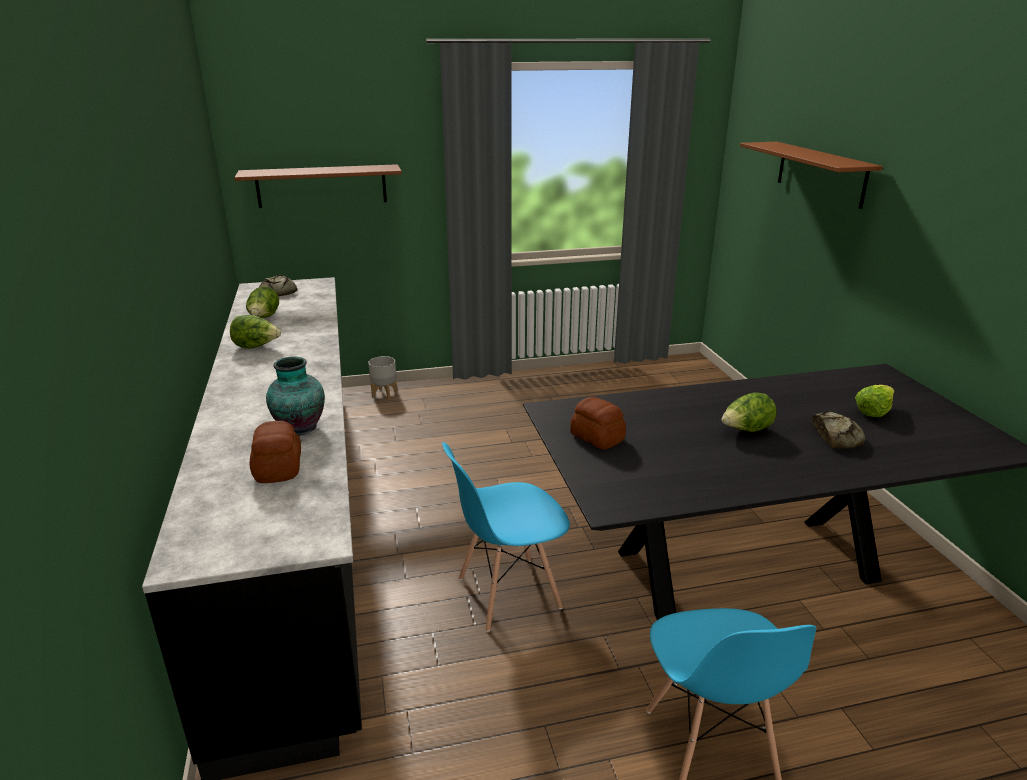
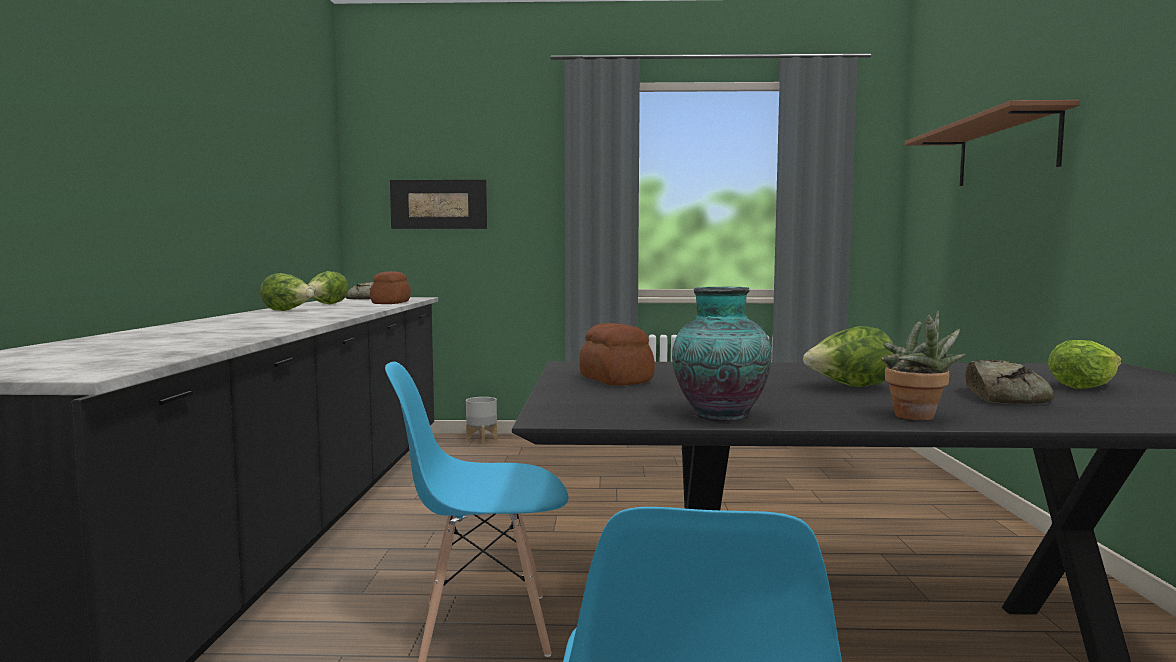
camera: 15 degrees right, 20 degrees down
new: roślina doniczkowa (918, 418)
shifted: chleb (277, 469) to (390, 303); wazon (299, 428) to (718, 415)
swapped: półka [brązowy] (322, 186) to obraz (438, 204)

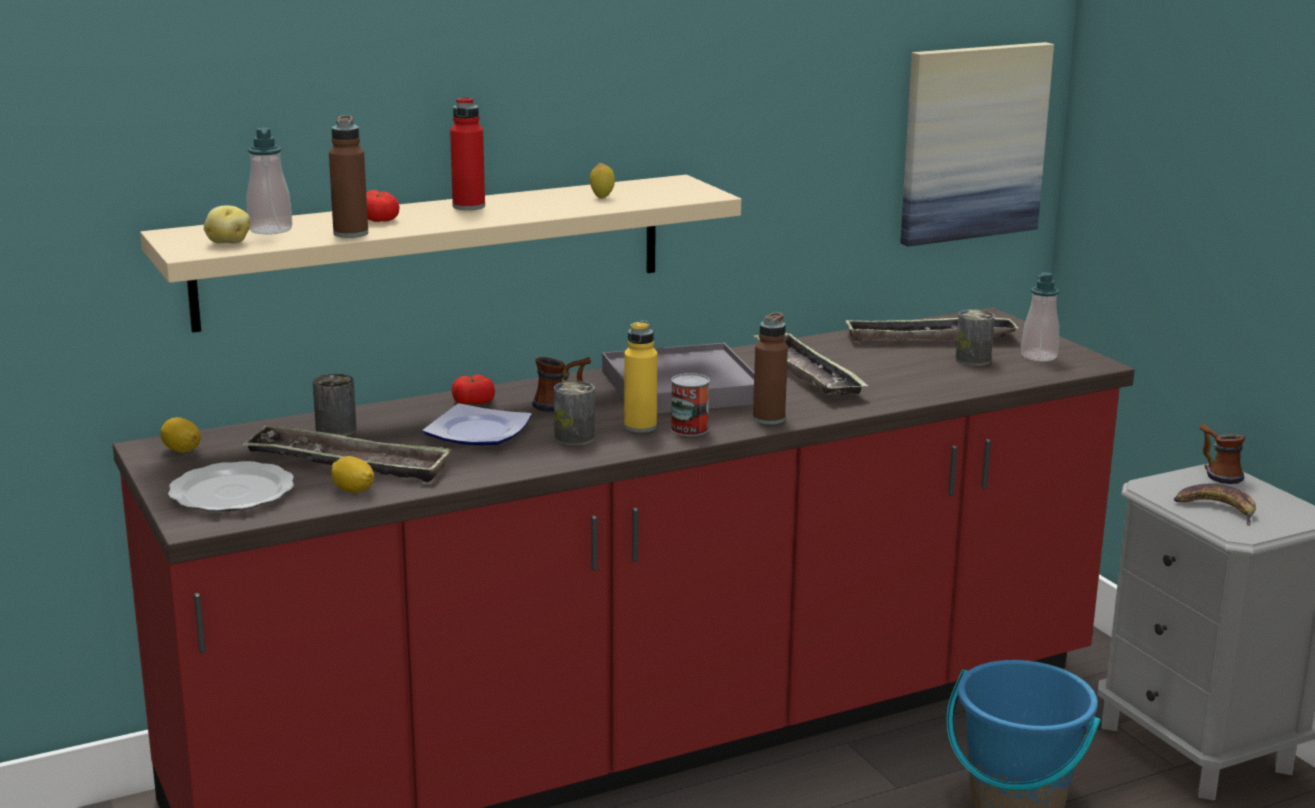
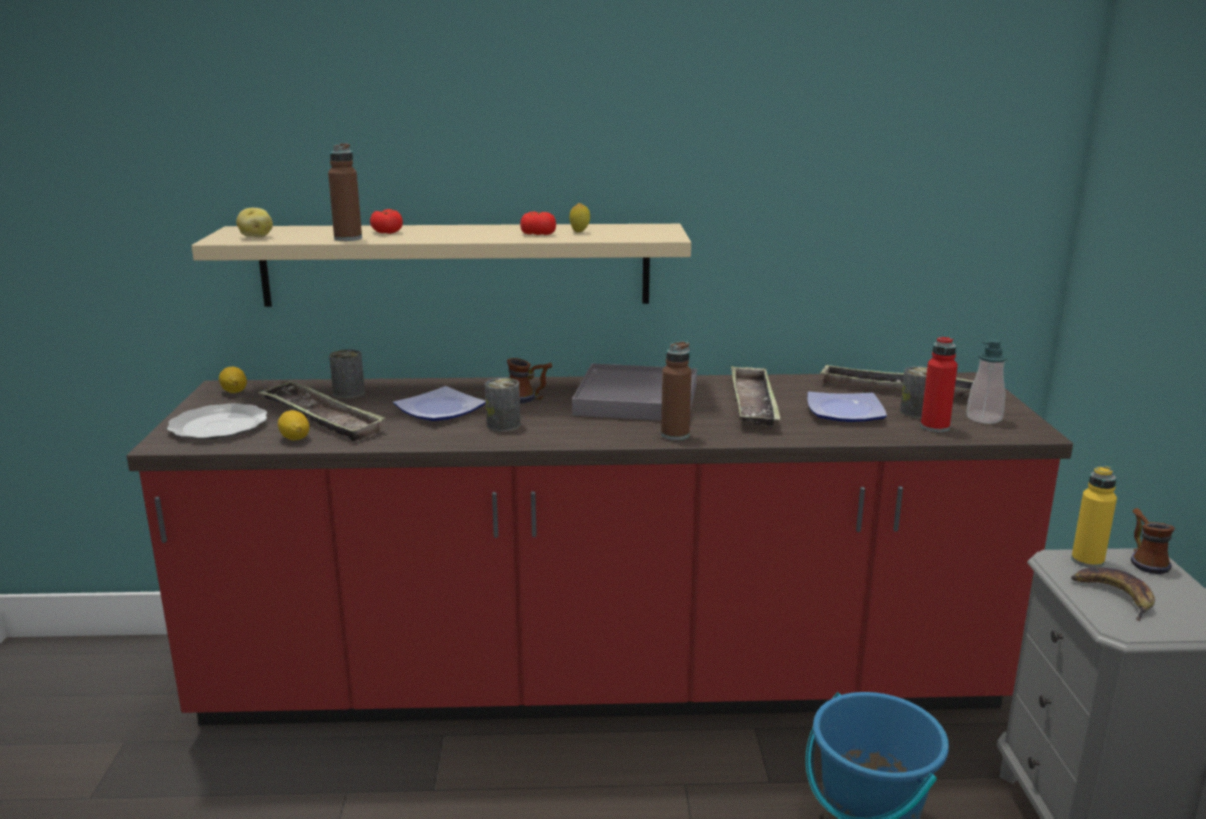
camera: 25 degrees right, 0 degrees up
gone: dozownik mydła (270, 230); puszka (689, 429); obraz (972, 142)
new: talerz (843, 411)
shifted: butelka [czerwony] (468, 206) to (934, 427); pomidor (473, 402) to (538, 234); butelka [żółty] (640, 427) to (1087, 561)

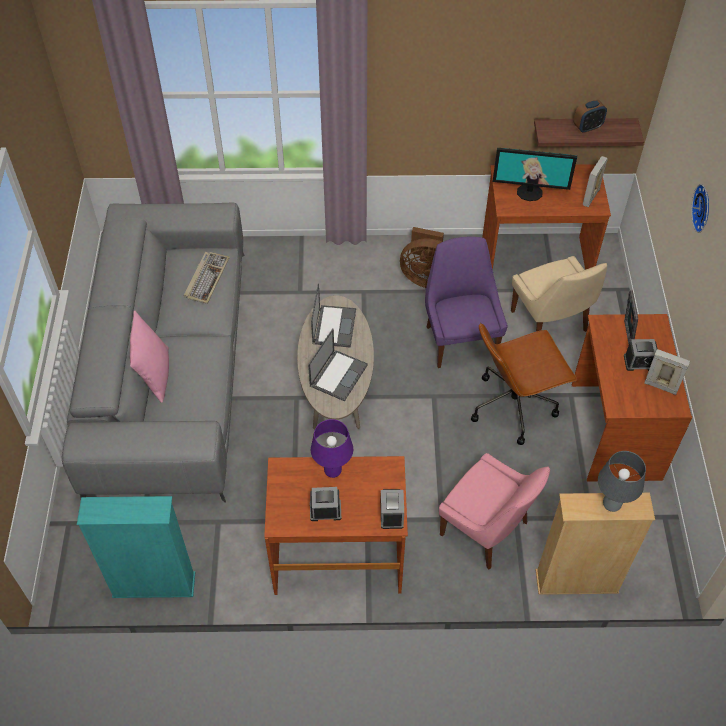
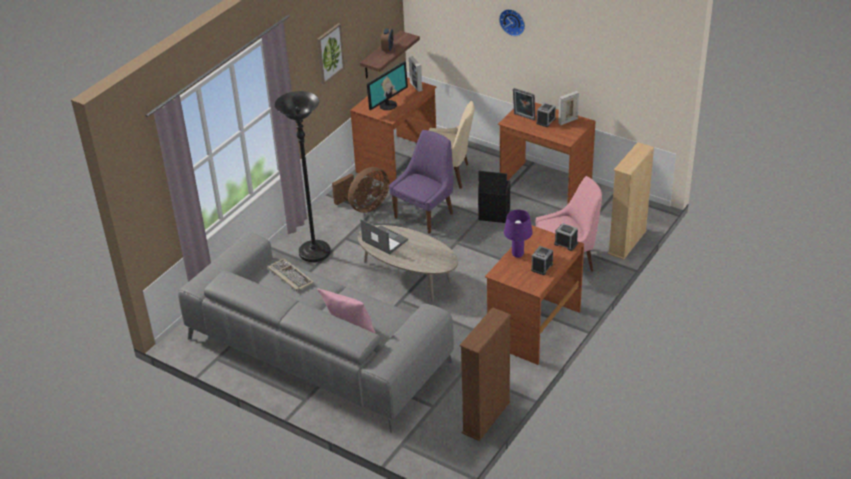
camera: 55 degrees left, 15 degrees down
gone: laptop (338, 374); lampa stołowa [szary] (611, 504)
new: lampa stojąca [czarny] (314, 253); obraz (329, 53)
swapped: krzesło biurowe [brązowy] (514, 405) to pojemnik do przechowywania [czarny] (493, 214)
repainted: regał [turkusowy] (154, 585) to regał [brązowy] (486, 417)
rotated: krzesło [fioletowy] (460, 340) = (425, 214) 105 degrees clockwise

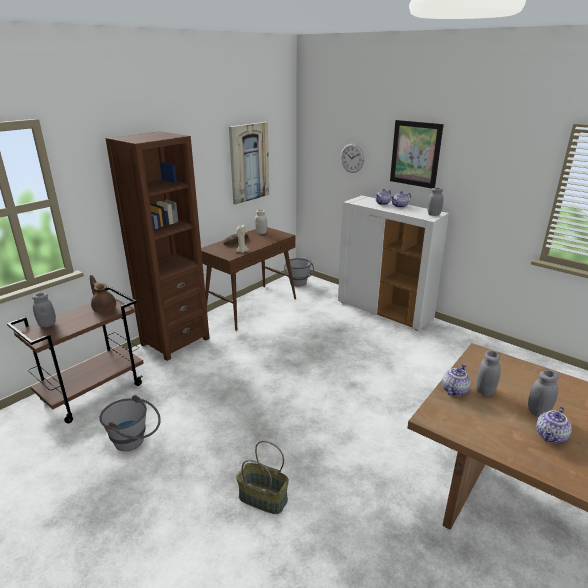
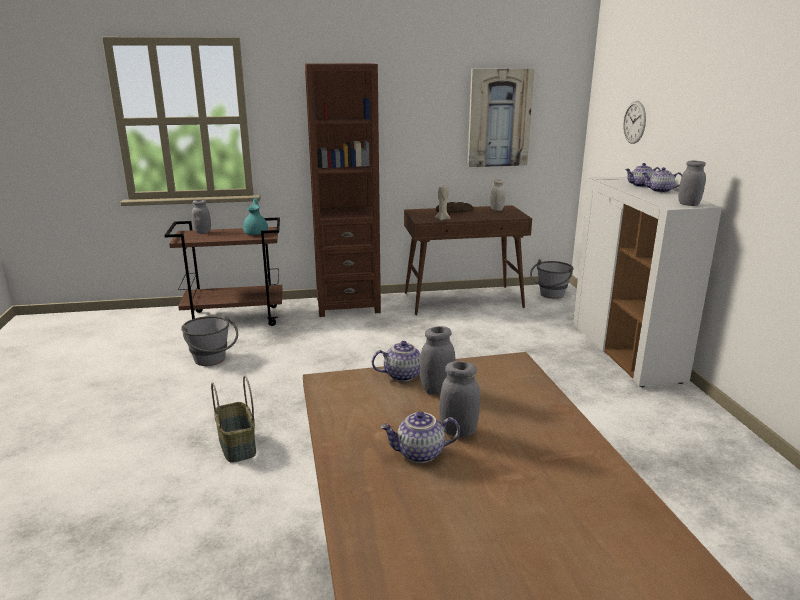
camera: 40 degrees right, 5 degrees down
gone: obraz (415, 154)
repainted: imbryk [brązowy] (104, 308) to imbryk [turkusowy] (256, 233)

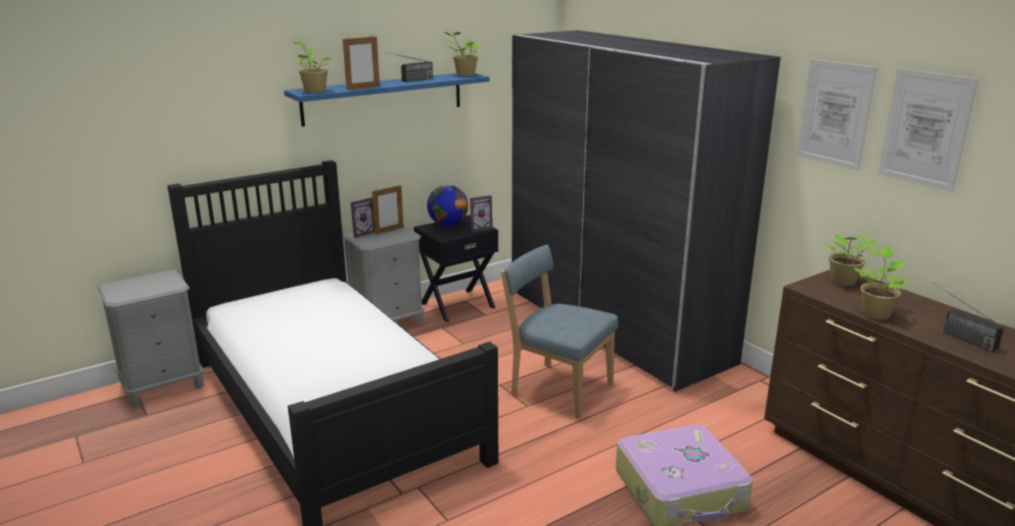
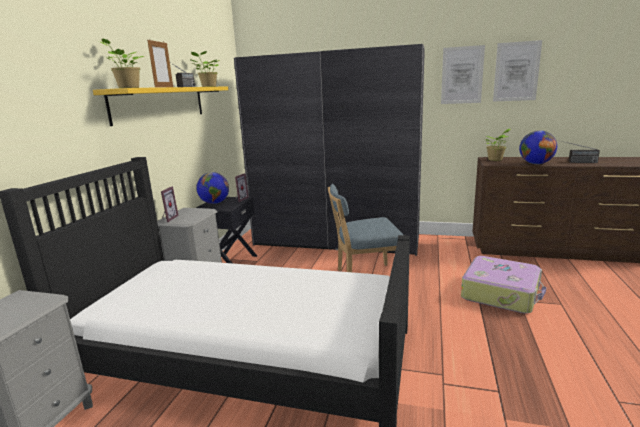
camera: 40 degrees left, 5 degrees down
gone: ramka na zdjęcie (389, 230)
swapped: roślina doniczkowa (875, 313) to globus (536, 163)
repainted: półka [niebieski] (383, 98) to półka [żółty] (160, 104)

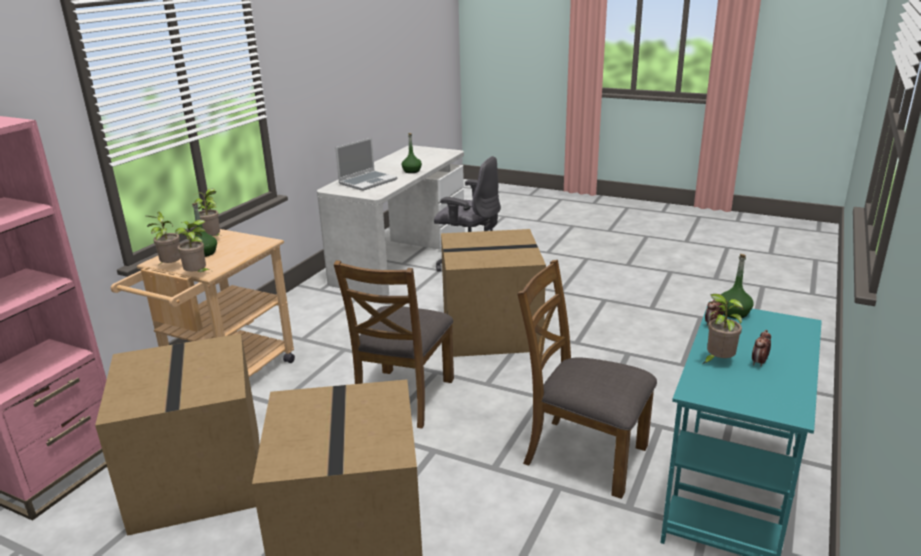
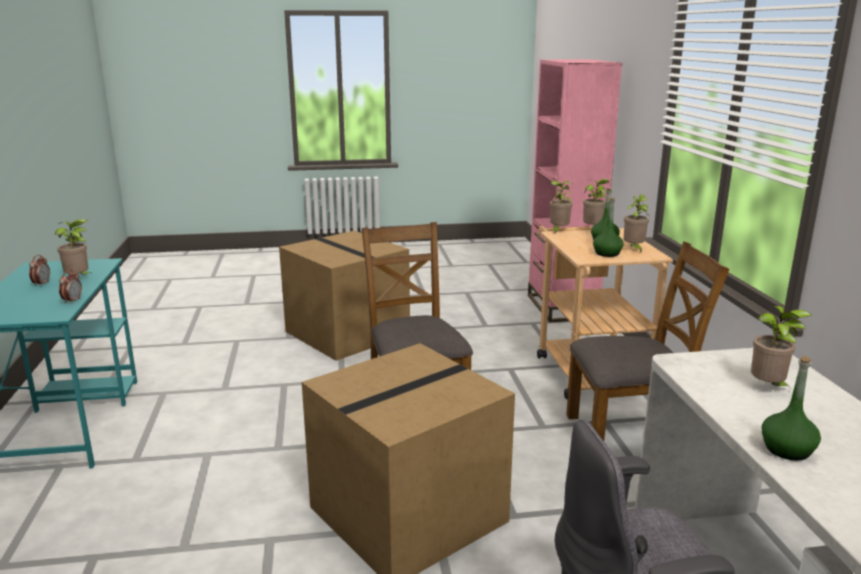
camera: 145 degrees right, 5 degrees down
gone: karton (196, 477)
shifted: krzesło [brązowy] (584, 455) to (629, 433); butelka [zielony] (734, 313) to (607, 253)
swapped: laptop (368, 181) to roślina doniczkowa (769, 388)

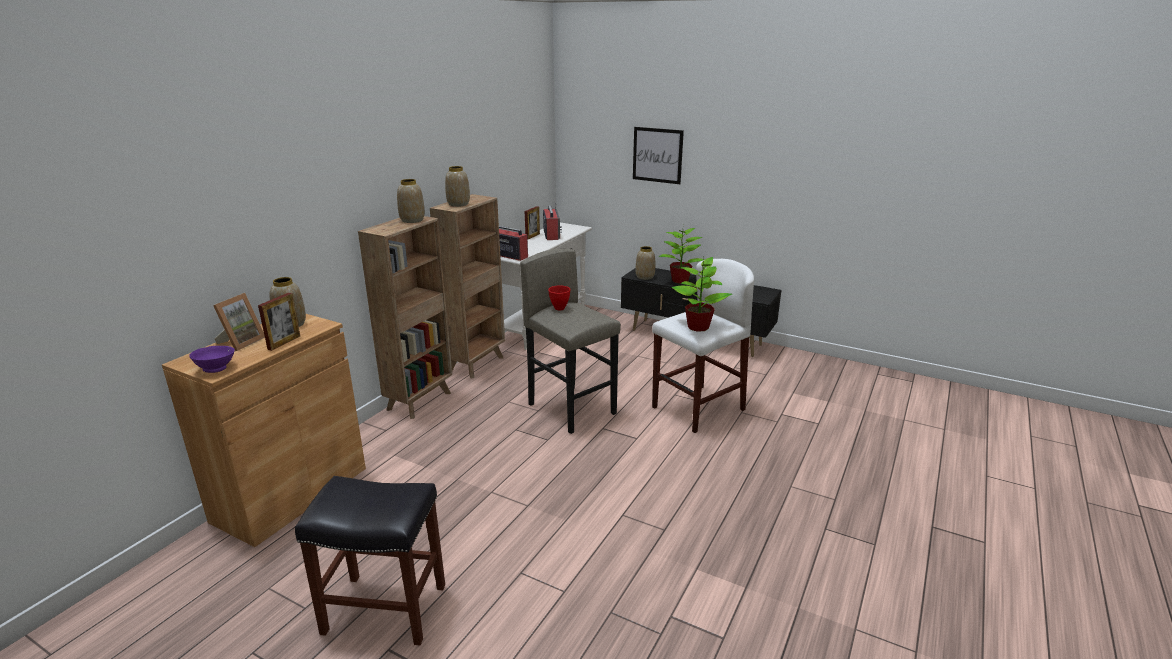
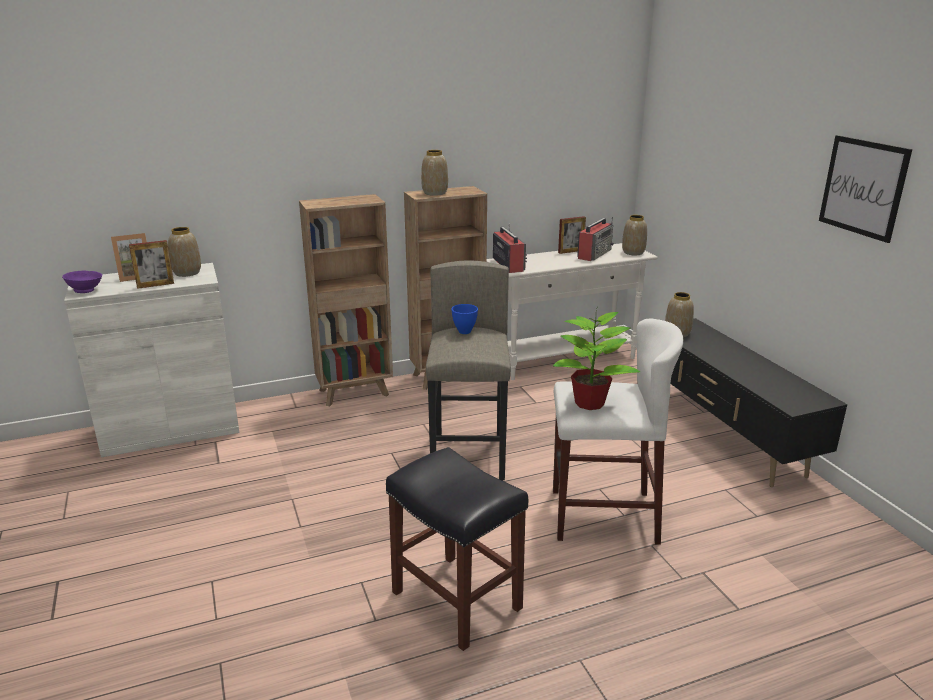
camera: 40 degrees right, 0 degrees up
gone: roślina doniczkowa (680, 280)
shifted: stołek [czarny] (387, 608) to (458, 601); wazon (412, 220) to (633, 253); obraz (657, 155) to (863, 187)
repainted: szafka [brązowy] (291, 494) to szafka [biały] (171, 429); miska [czerwony] (559, 308) to miska [niebieski] (464, 332)

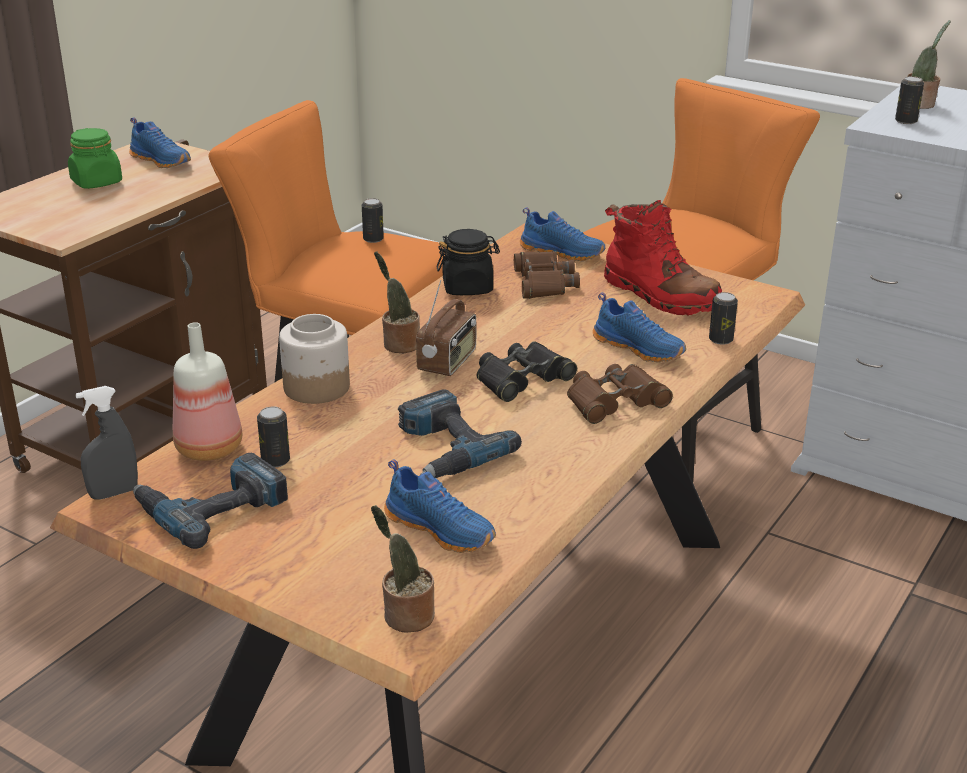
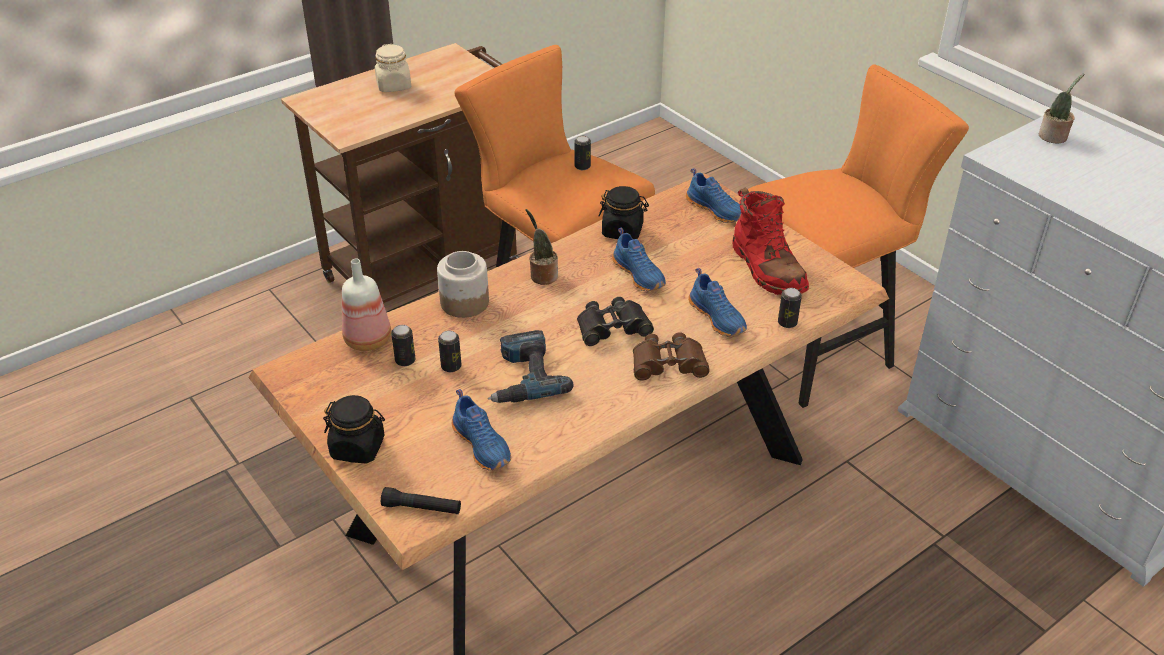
camera: 20 degrees right, 10 degrees up
gone: spryskiwacz [szary] (114, 493); wiertarka (211, 507); radio (448, 362); lornetka [brązowy] (543, 283)
new: słoik [czarny] (358, 448)
shifted: but [niebieski] (162, 161) to (640, 274); puszka (906, 121) to (451, 366)
swapped: roślina doniczkowa (405, 616) to latarka [czarny] (422, 508)
repainted: słoik [zielony] (97, 182) to słoik [beżowy] (394, 86)

